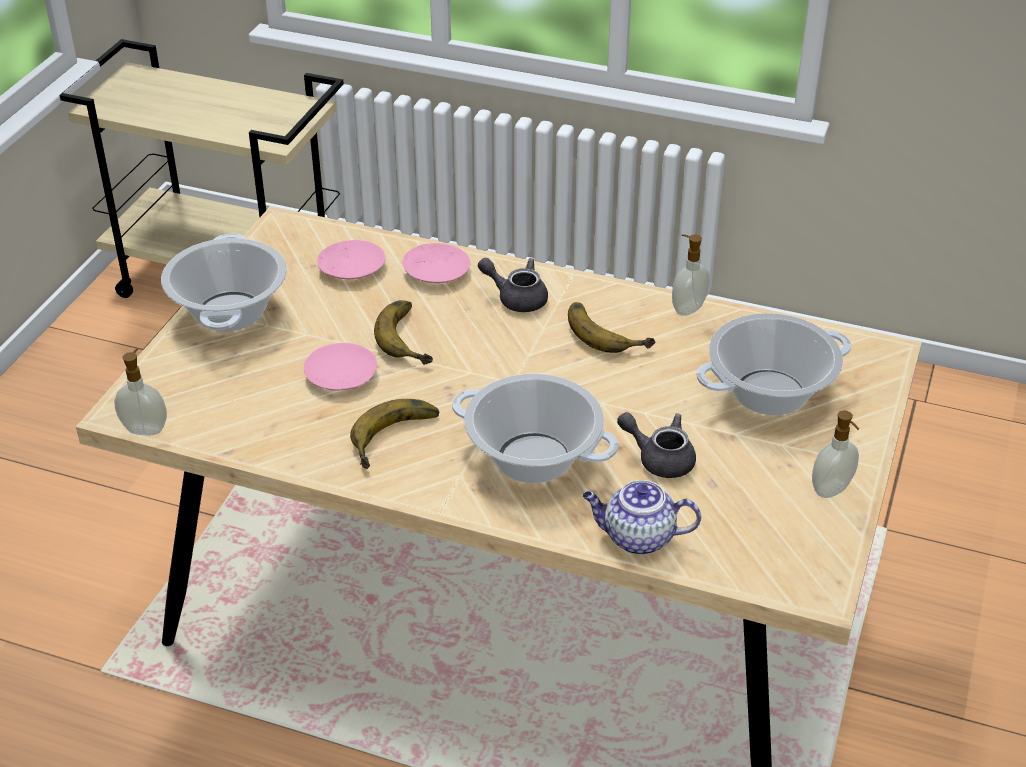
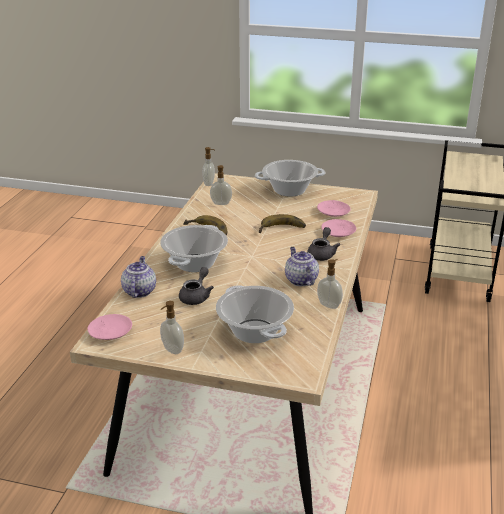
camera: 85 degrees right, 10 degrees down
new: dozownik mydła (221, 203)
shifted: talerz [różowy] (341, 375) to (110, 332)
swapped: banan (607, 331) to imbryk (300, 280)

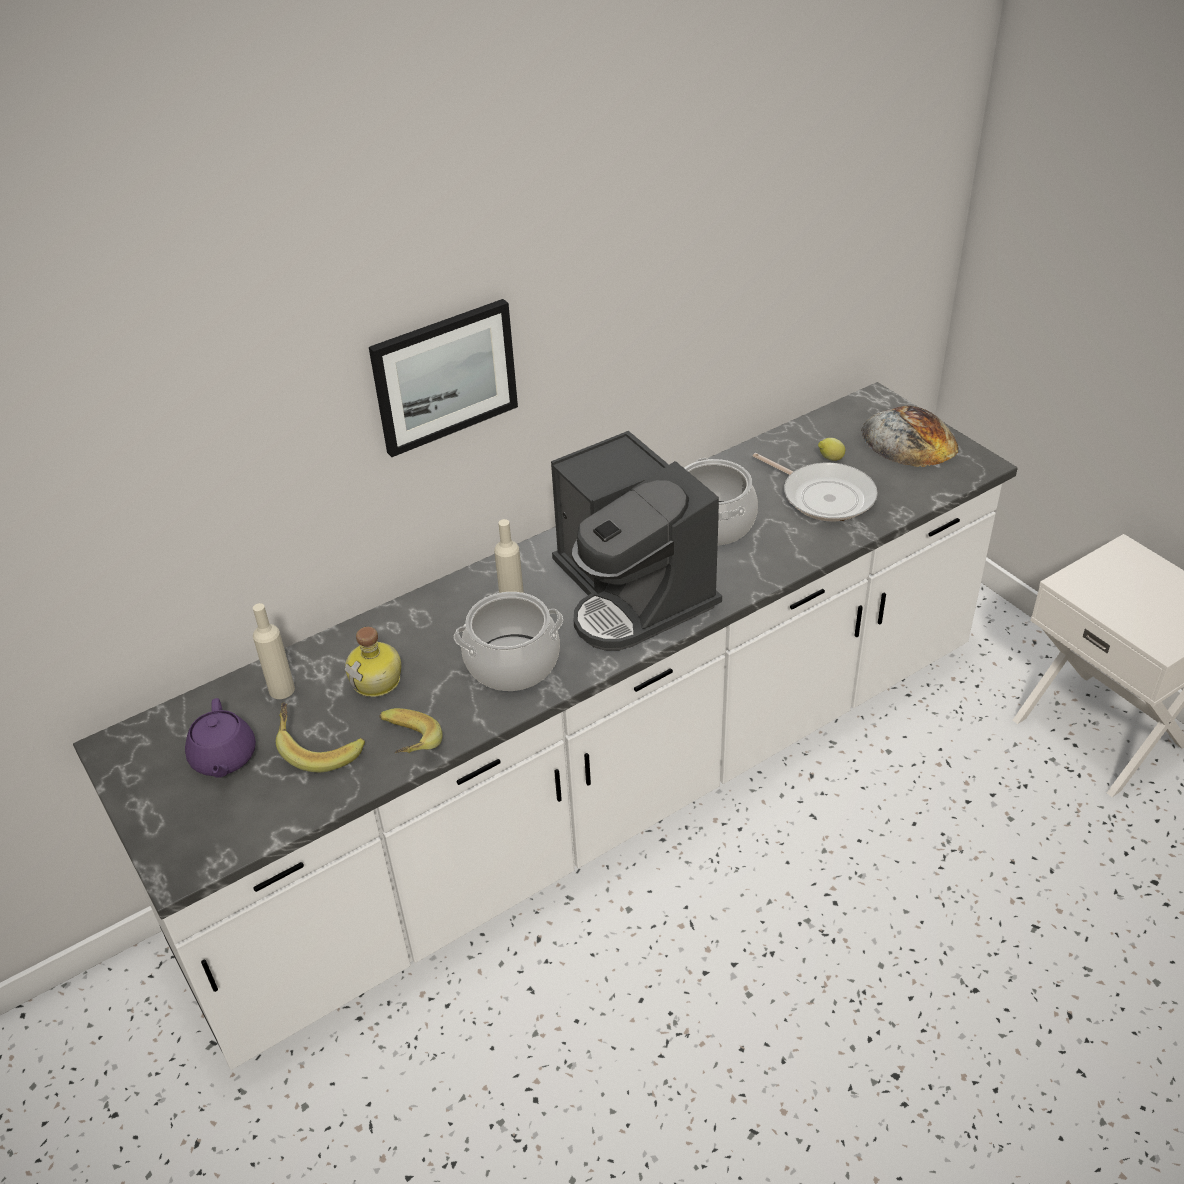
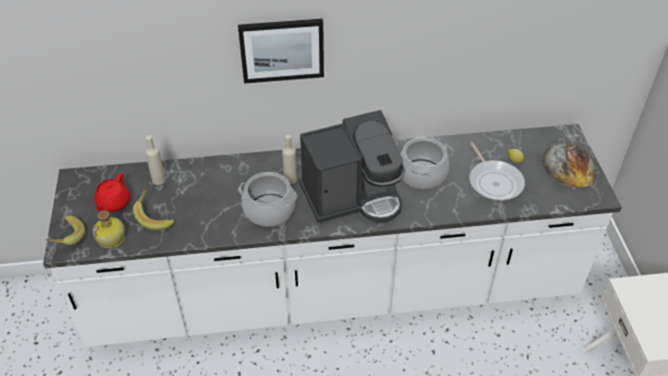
camera: 25 degrees right, 5 degrees up
shifted: butelka (378, 681) to (112, 239); banan (405, 748) to (66, 238)
repainted: imbryk [fioletowy] (223, 758) to imbryk [czerwony] (113, 203)
rotated: ekspres do kawy (632, 593) = (352, 197) 105 degrees counterclockwise

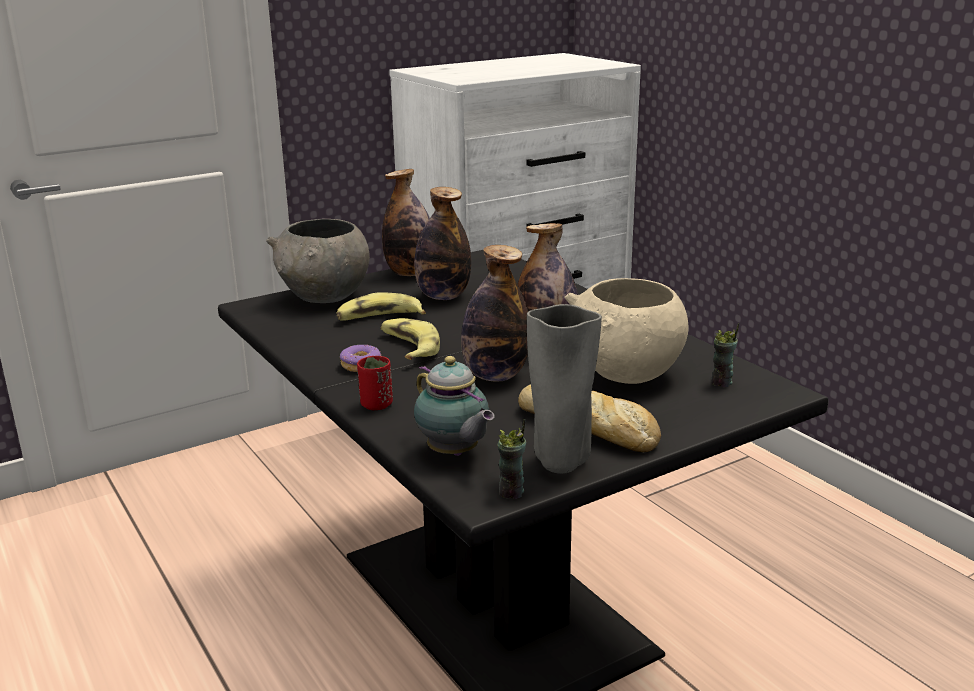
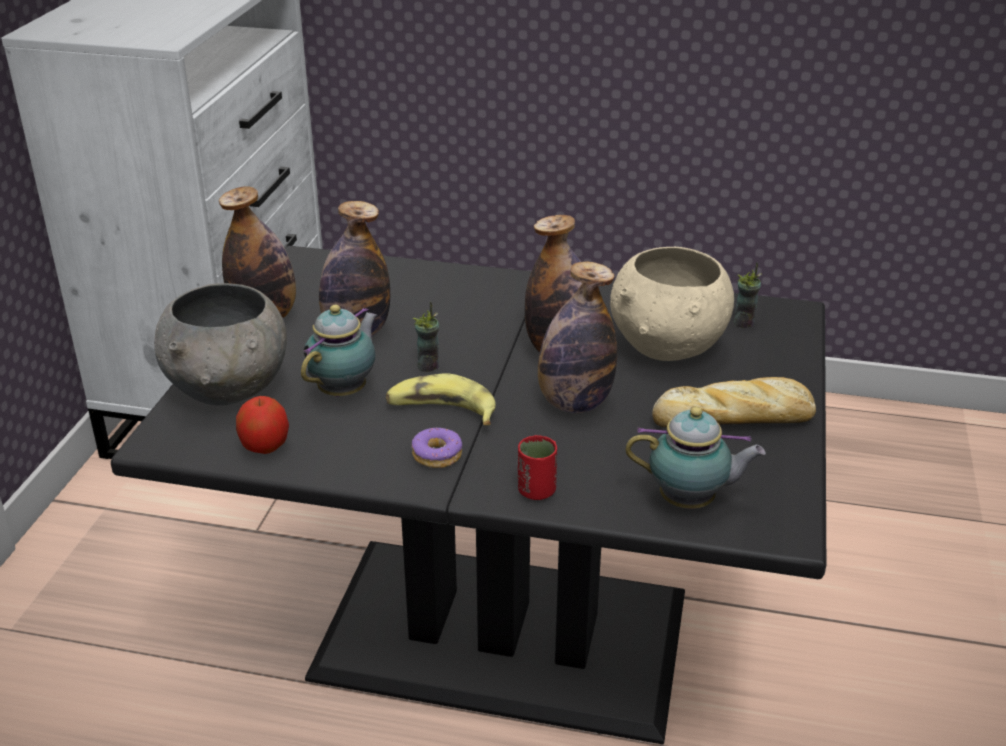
camera: 45 degrees left, 10 degrees up
gone: wazon [szary] (560, 464)
new: jabłko (265, 446)
shifted: filiżanka (512, 492) to (428, 366)
swapped: banan (379, 319) to imbryk (345, 390)

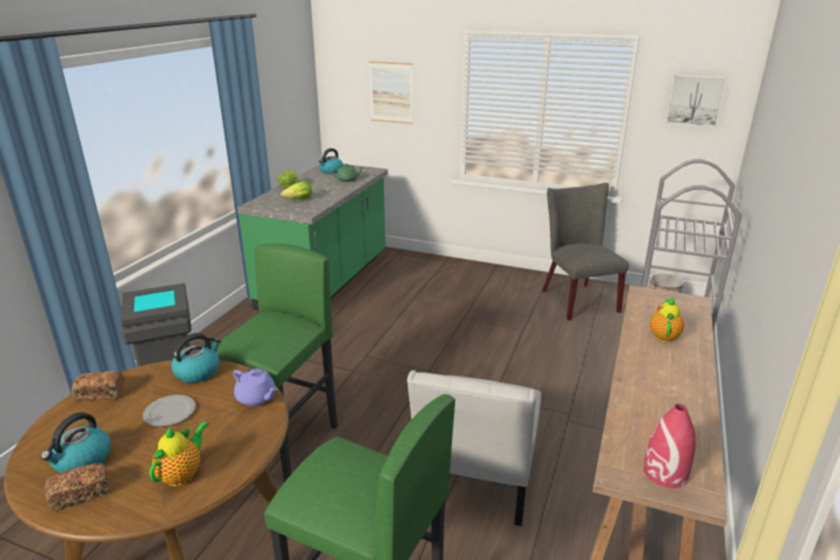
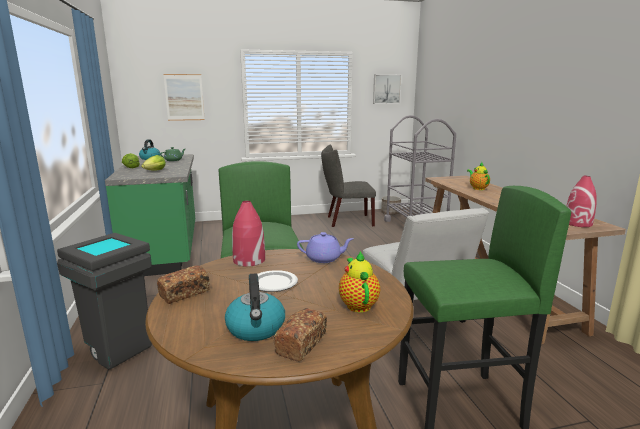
camera: 35 degrees left, 10 degrees down
swapped: czajnik (198, 372) to wazon [czerwony] (249, 260)
rotated: krzesło [szary] (576, 299) = (346, 221) 45 degrees counterclockwise

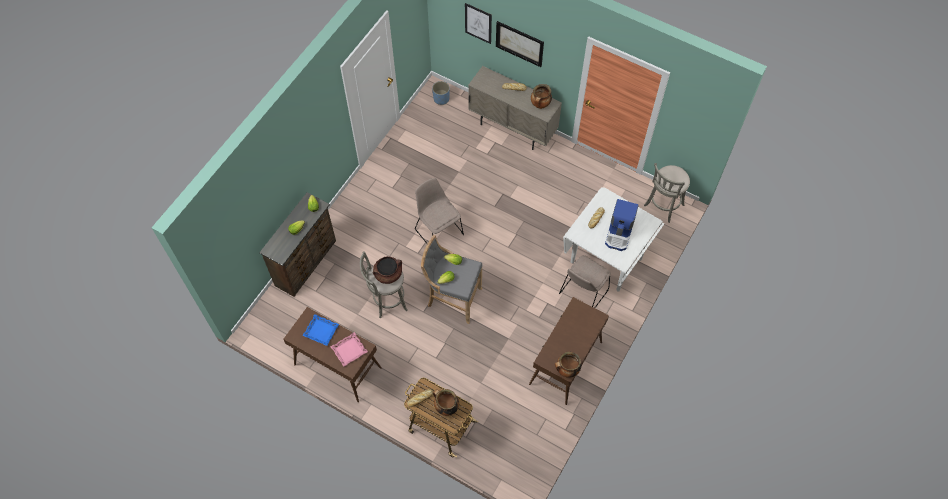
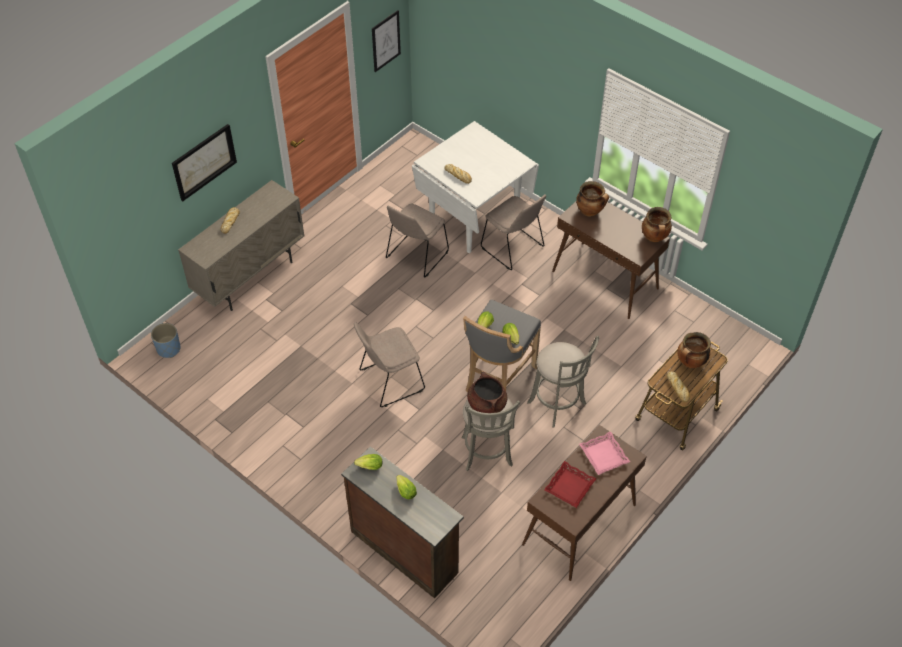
camera: 80 degrees left, 10 degrees down
gone: ekspres do kawy (619, 233)
new: krzesło [beżowy] (416, 256)
shifted: obraz (478, 23) to (386, 41); garnek (540, 105) to (590, 211); stołek [szary] (662, 206) to (558, 405)
repainted: taca [niebieski] (321, 331) to taca [czerwony] (569, 486)

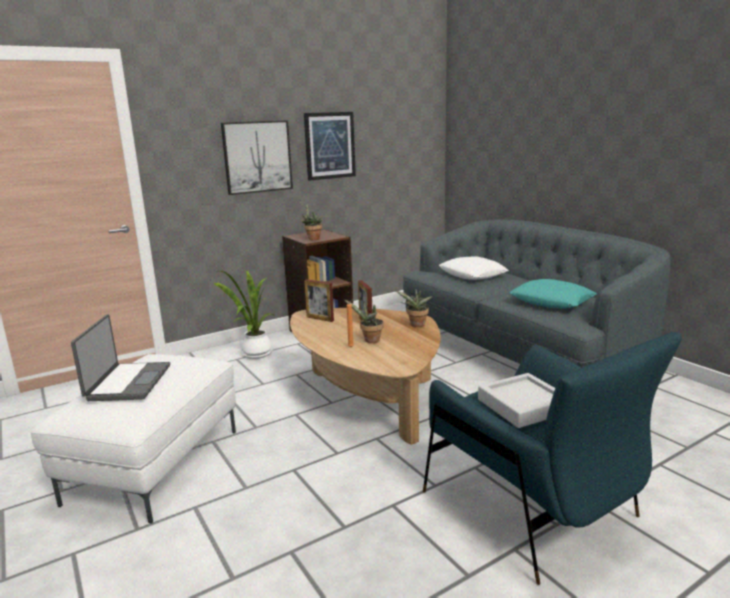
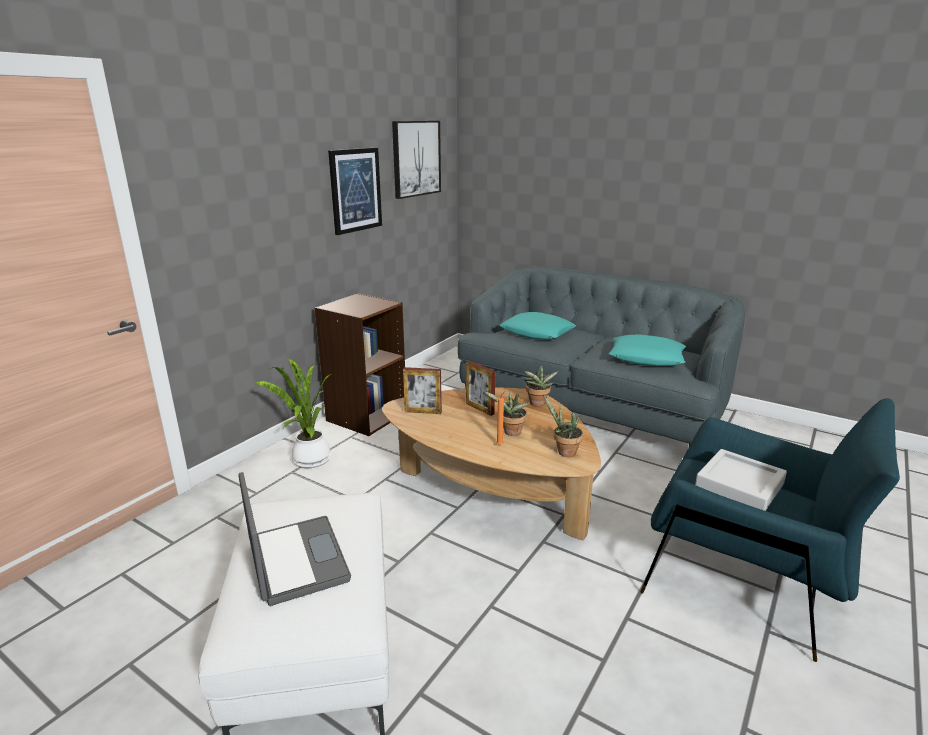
camera: 25 degrees left, 5 degrees up
shifted: obraz (257, 157) to (416, 158); roślina doniczkowa (312, 238) to (564, 452)
repainted: poduszka [biały] (472, 274) to poduszka [turkusowy] (537, 332)

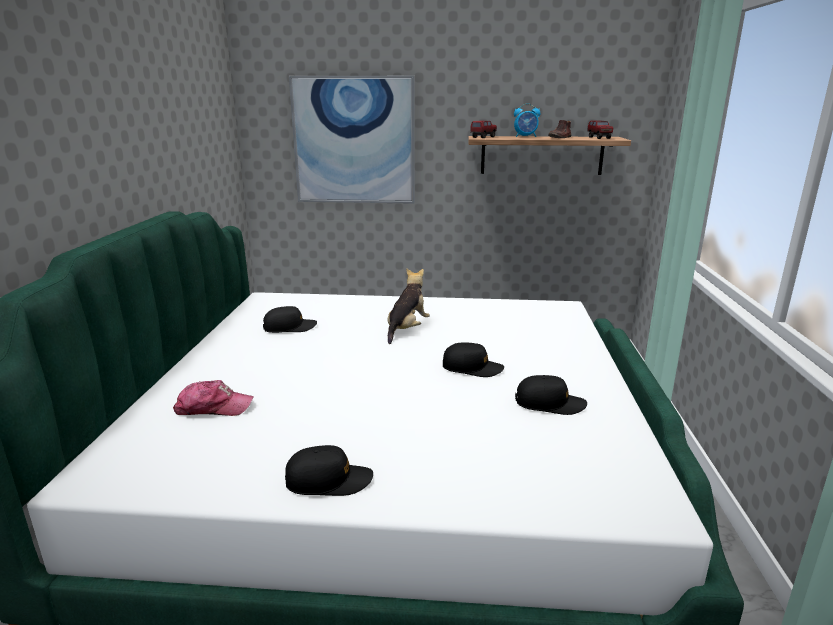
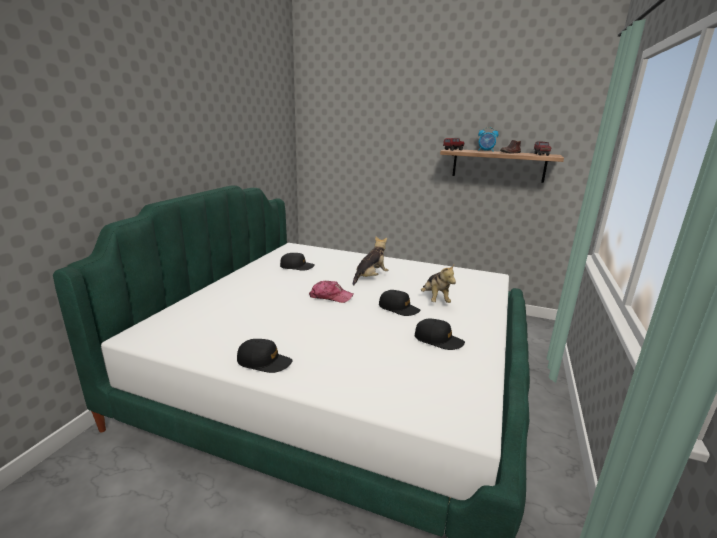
camera: 15 degrees right, 0 degrees up
gone: obraz (354, 141)
new: pluszak (435, 299)
shifted: czapka z daszkiem (213, 408) to (330, 297)

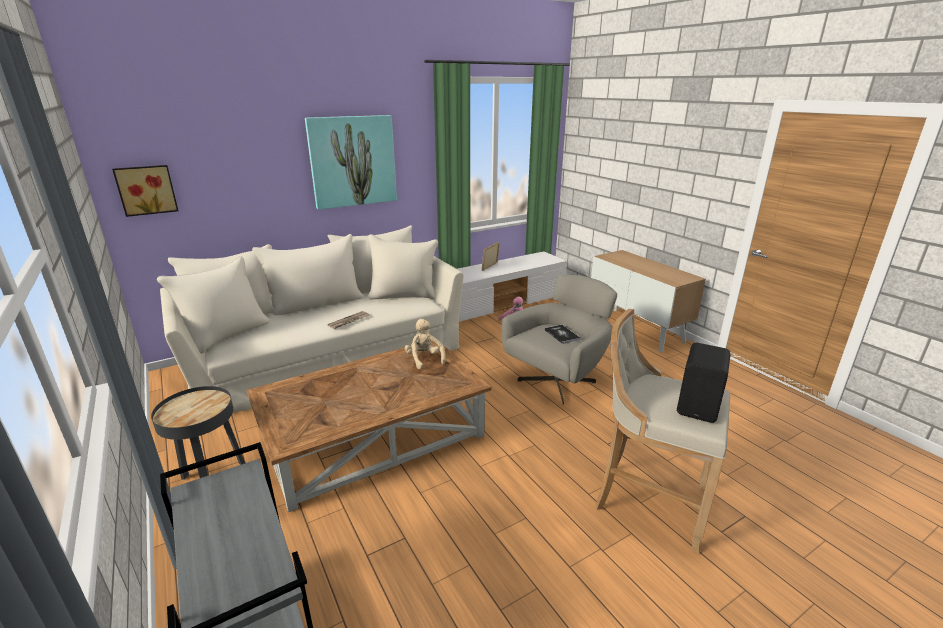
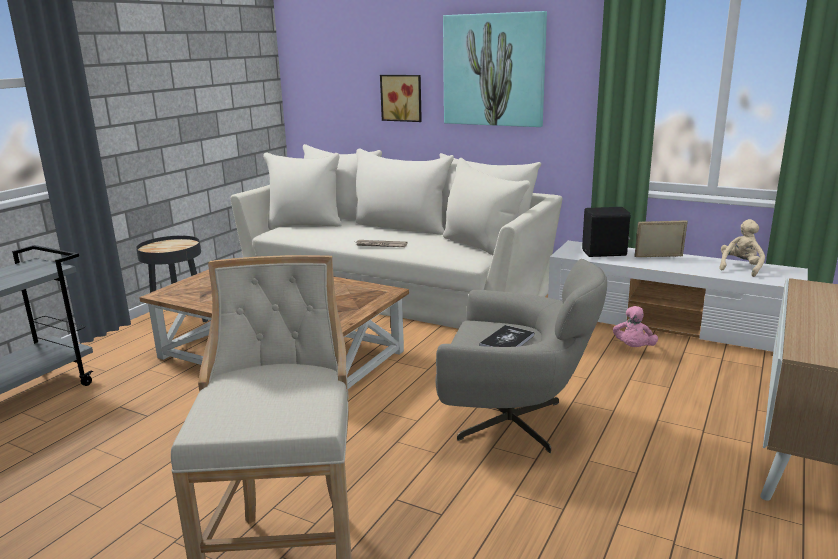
camera: 60 degrees right, 5 degrees down
shifted: obraz (146, 190) to (402, 98); pluszak [beżowy] (424, 359) to (740, 268); głośnik [czarny] (699, 406) to (605, 253)

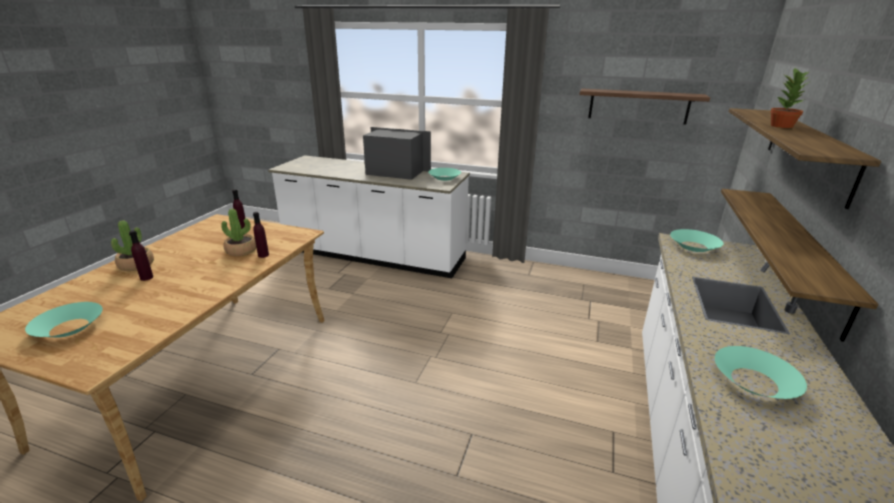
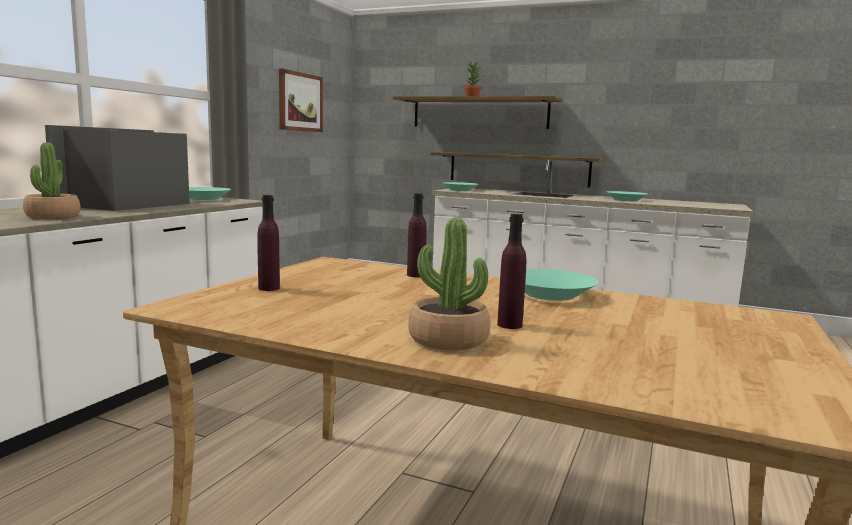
camera: 85 degrees left, 15 degrees down
shifted: miska [turkusowy] (69, 328) to (550, 294); roślina doniczkowa (241, 251) to (53, 216)
swapped: półka (638, 106) to obraz (300, 102)

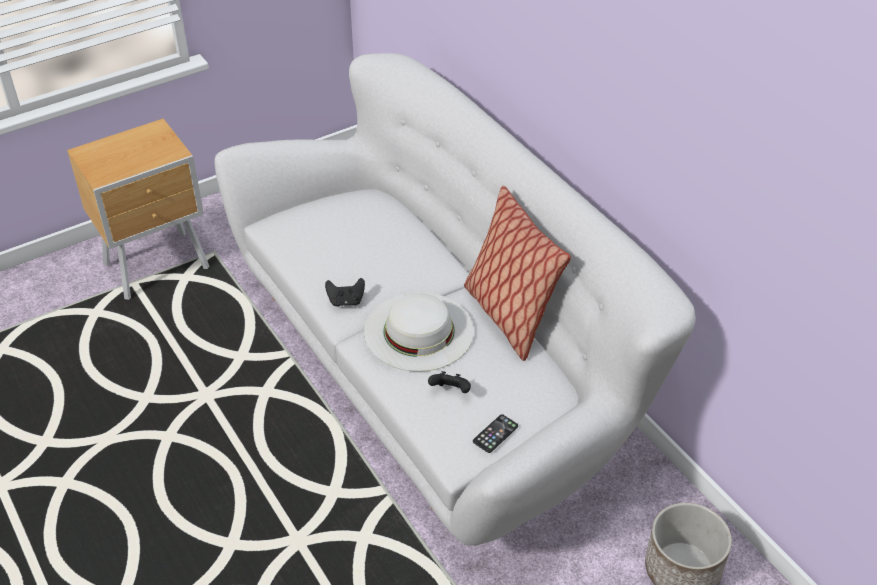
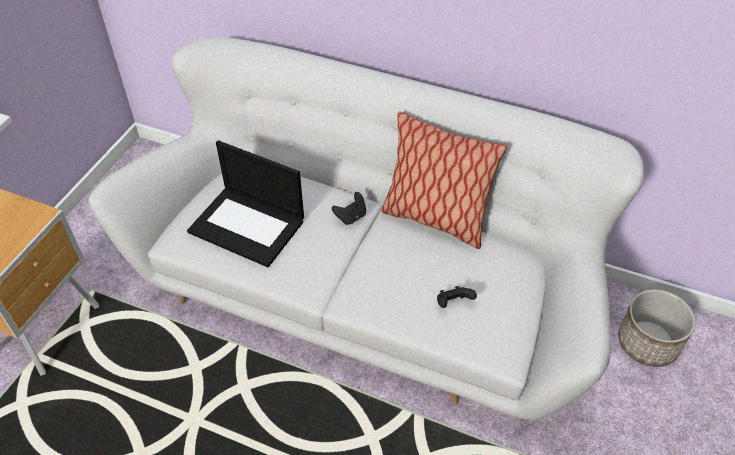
camera: 35 degrees left, 5 degrees up
gone: kapelusz [biały] (418, 331); telefon (495, 434)
new: laptop (248, 226)
shifted: pad do gier [czarny] (346, 301) to (351, 217)

